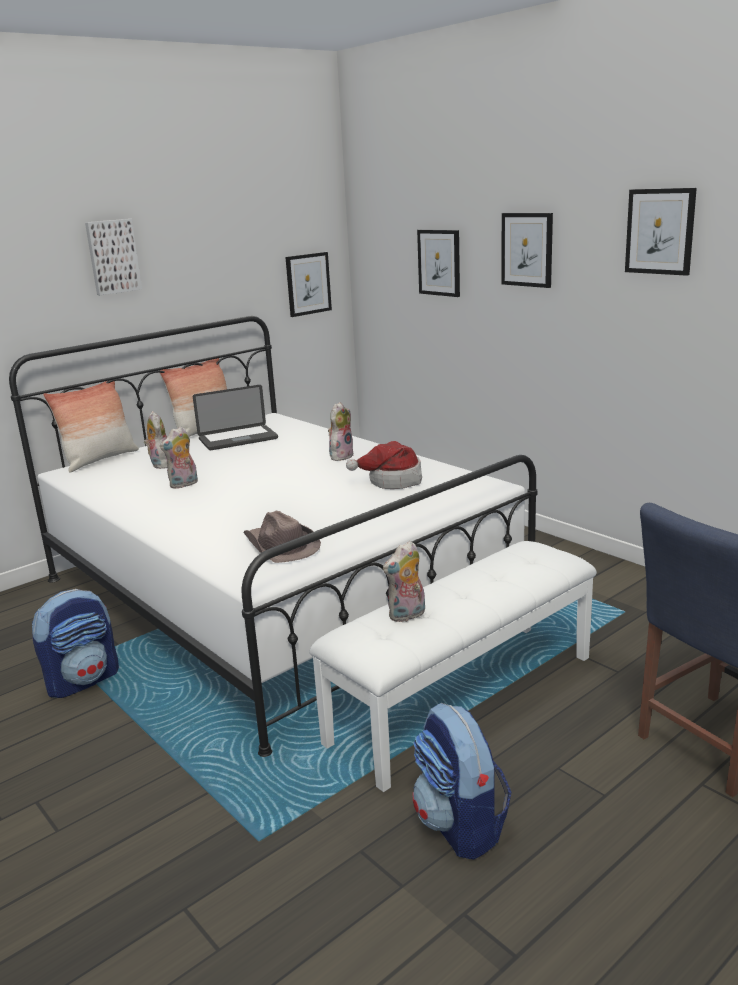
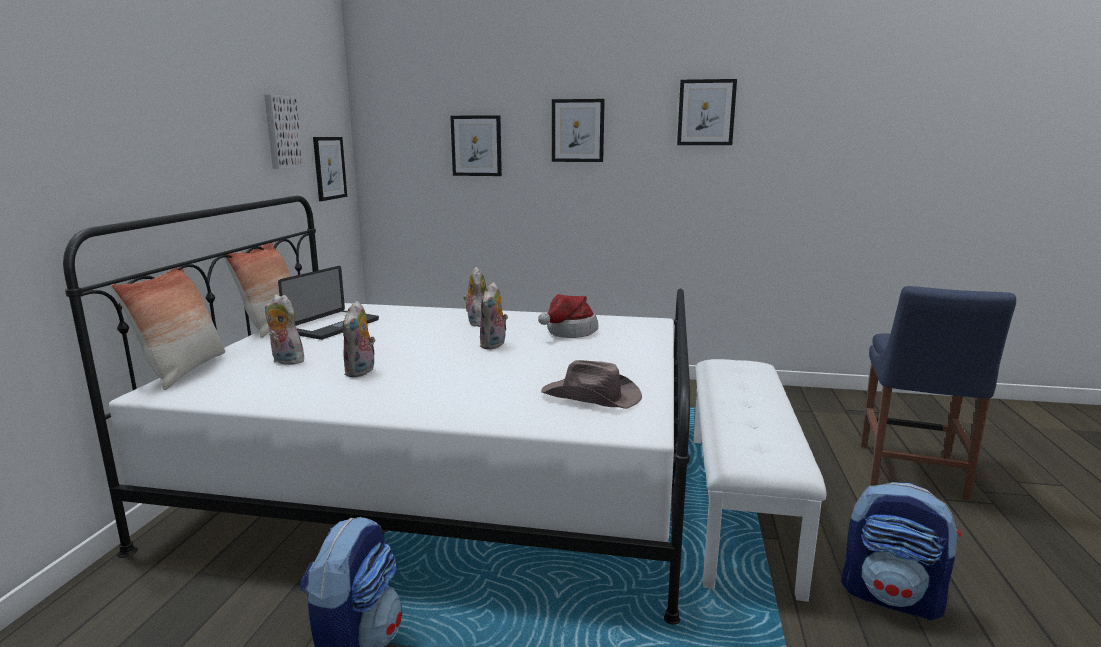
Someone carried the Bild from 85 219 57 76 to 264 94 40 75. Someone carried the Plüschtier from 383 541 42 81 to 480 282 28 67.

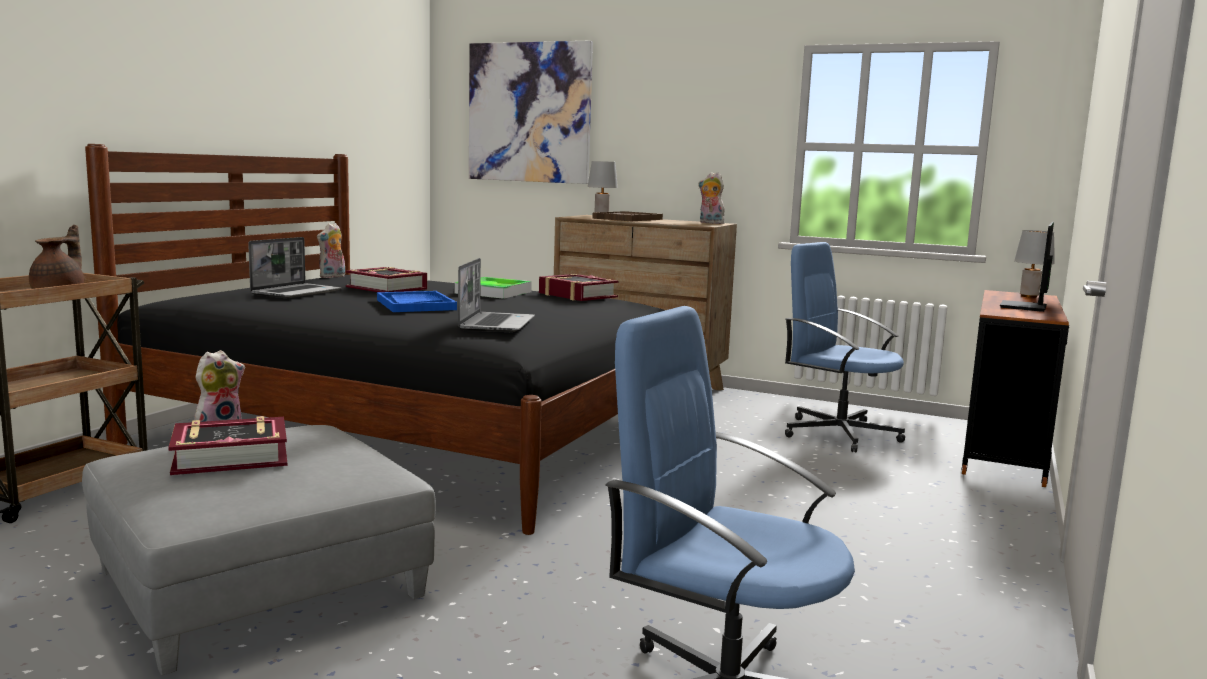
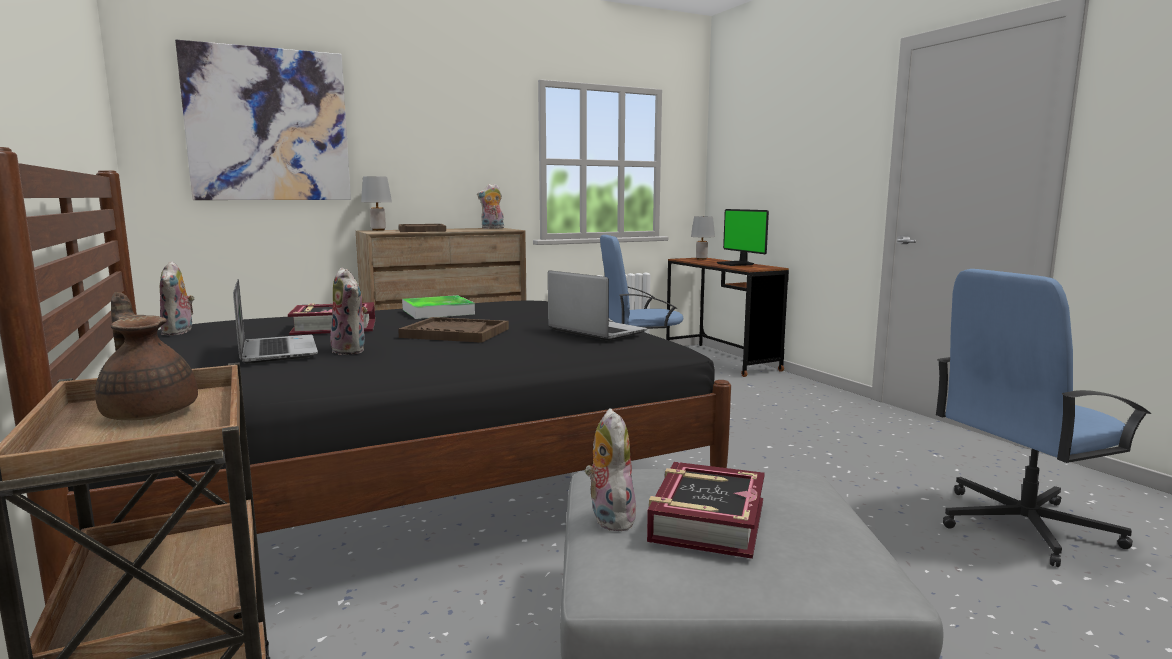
Someone repainted the Tablett (blau) at 377 291 80 21, which became the Tablett (braun) at 398 317 111 26. Someone took away the Buch at 539 274 79 27. Someone put down the Plüschtier at 330 268 37 87.

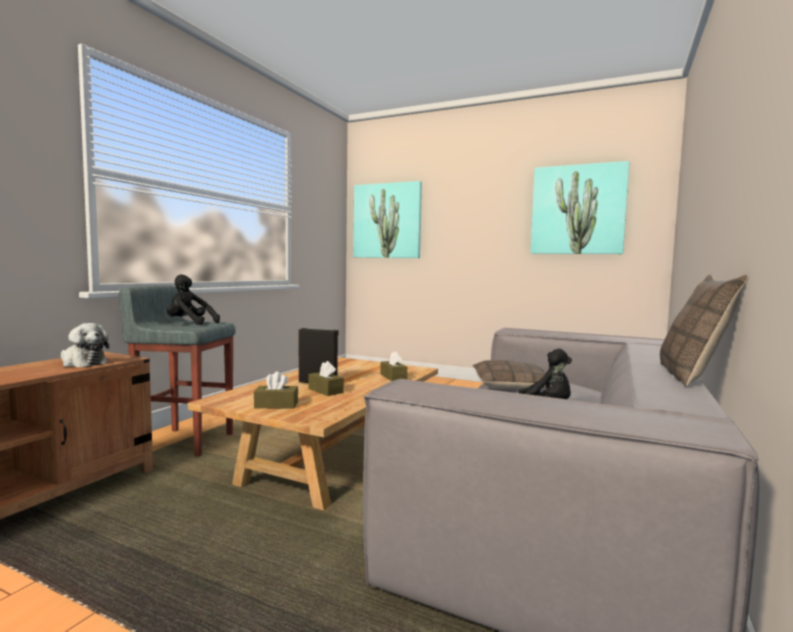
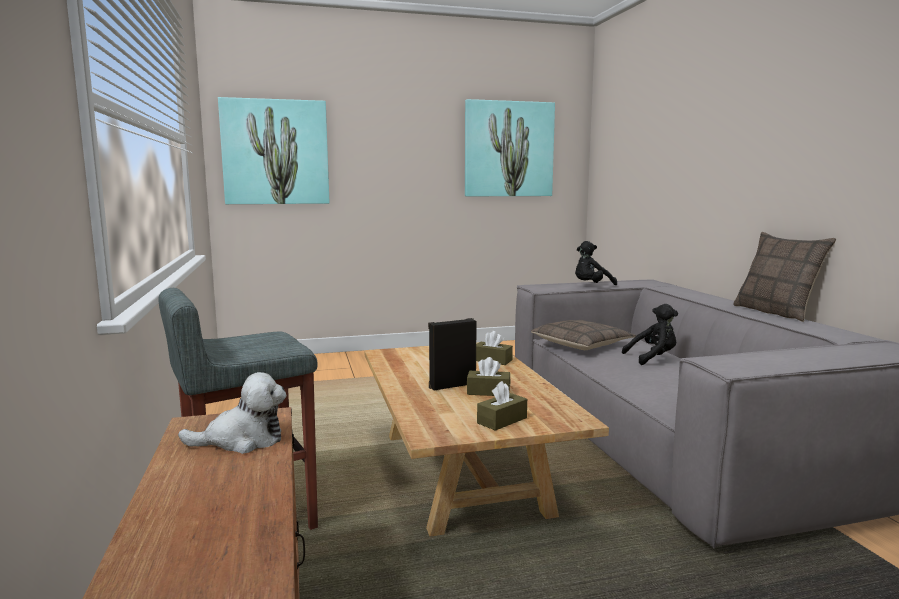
Someone carried the Plüschtier (schwarz) from 167 274 53 51 to 575 241 42 44.

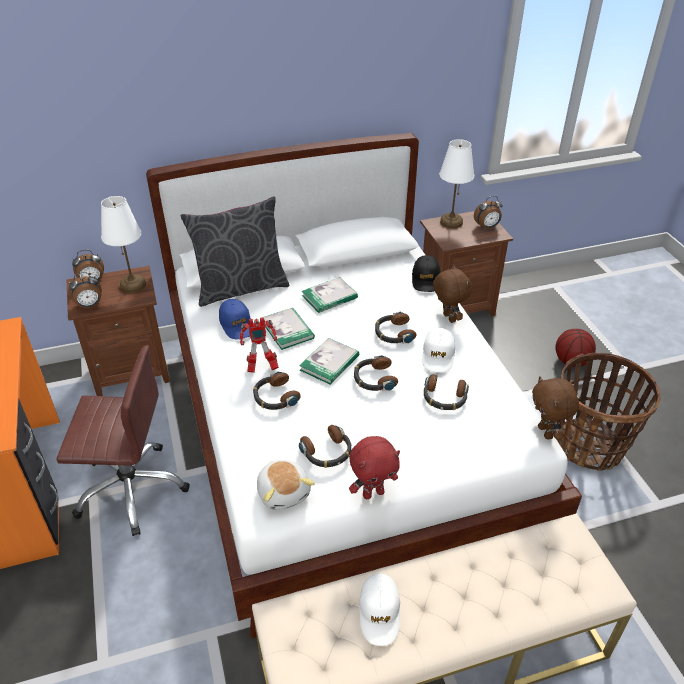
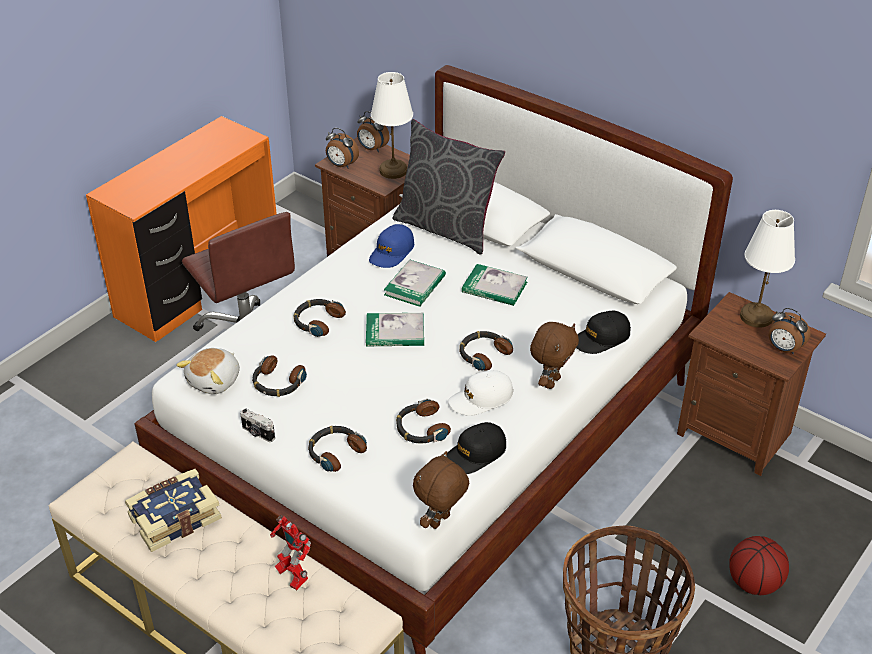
Someone carried the Spielzeugroboter from 240 317 39 56 to 270 515 41 75. Someone swapped the Plüschtier (rot) at 349 436 51 63 for the Kamera at 240 408 35 34. Someone carried the Kopfhörer from 354 355 44 36 to 308 426 59 46. Someone swapped the Kappe (weiß) at 359 573 41 73 for the Buch at 125 469 97 83. Someone put down the Kappe (schwarz) at 447 422 59 52.

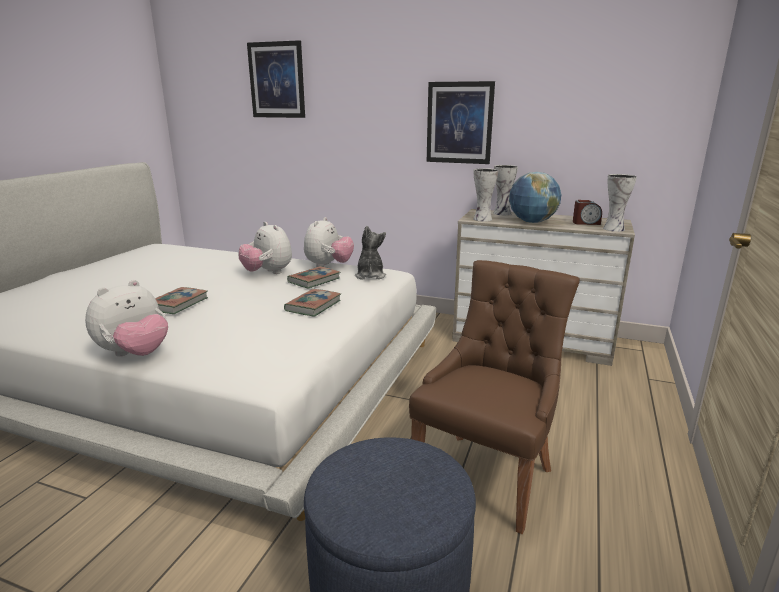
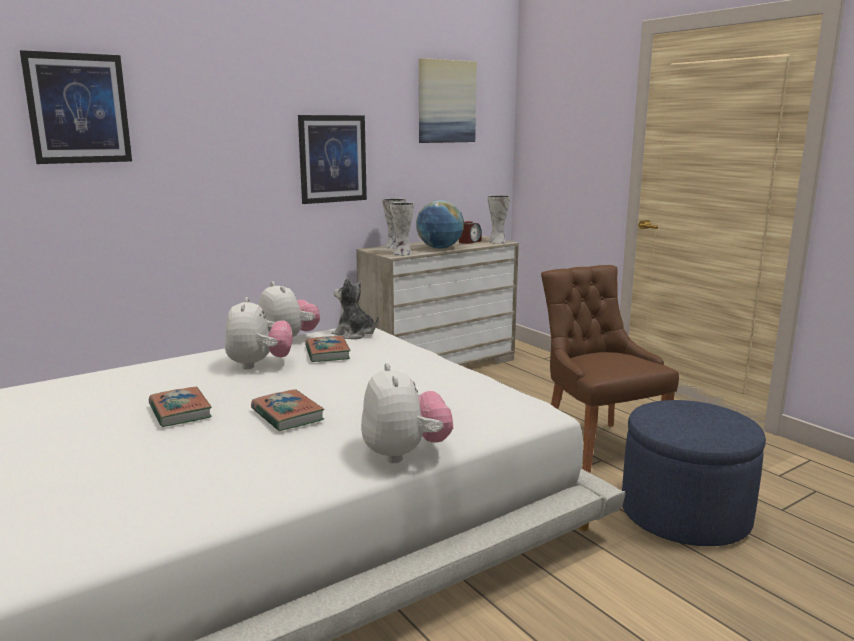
Someone rotated the Plüschtier at 239 222 53 52 by 90 degrees counterclockwise. Someone carried the Buch from 284 289 57 28 to 149 387 63 40. Someone put up the Bild at 419 58 58 85.

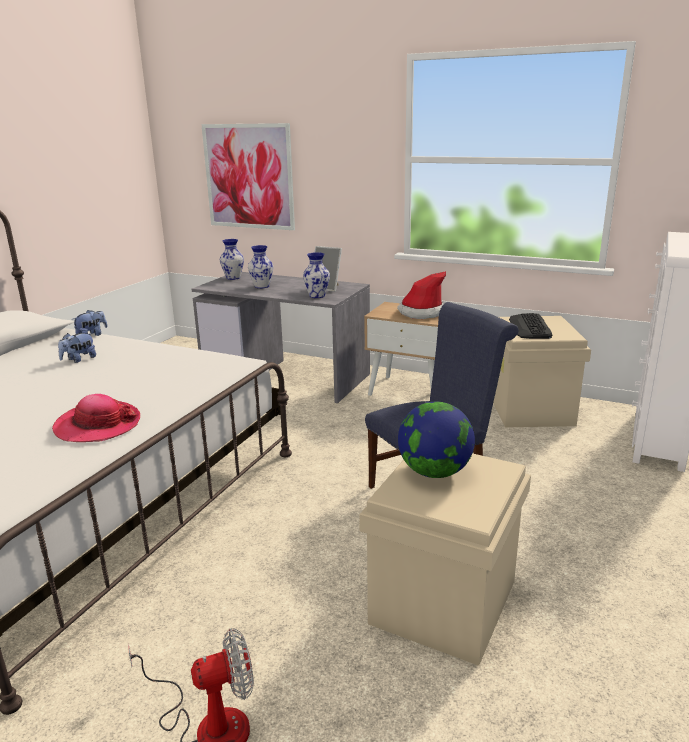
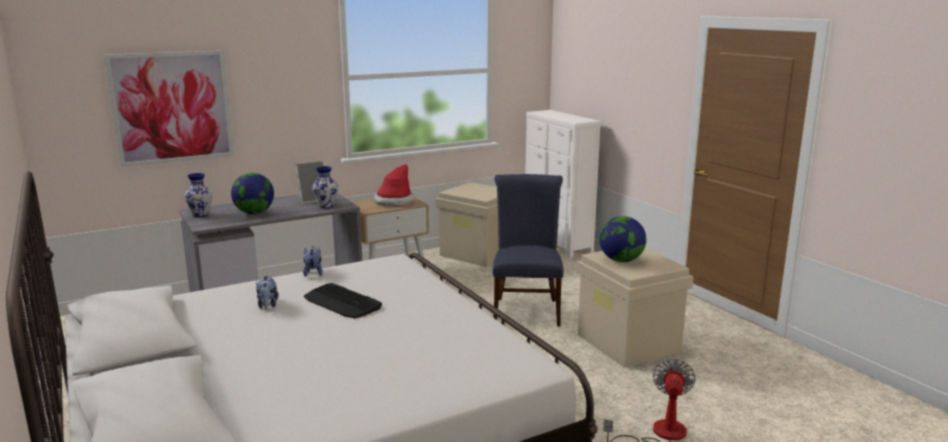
Someone took away the Hut at 52 394 88 48. Someone carried the Plüschtier from 72 310 36 26 to 303 246 20 31. Someone swapped the Vase at 248 245 25 44 for the Globus at 231 173 43 41. Someone carried the Tastatur from 509 313 44 26 to 304 283 78 35.

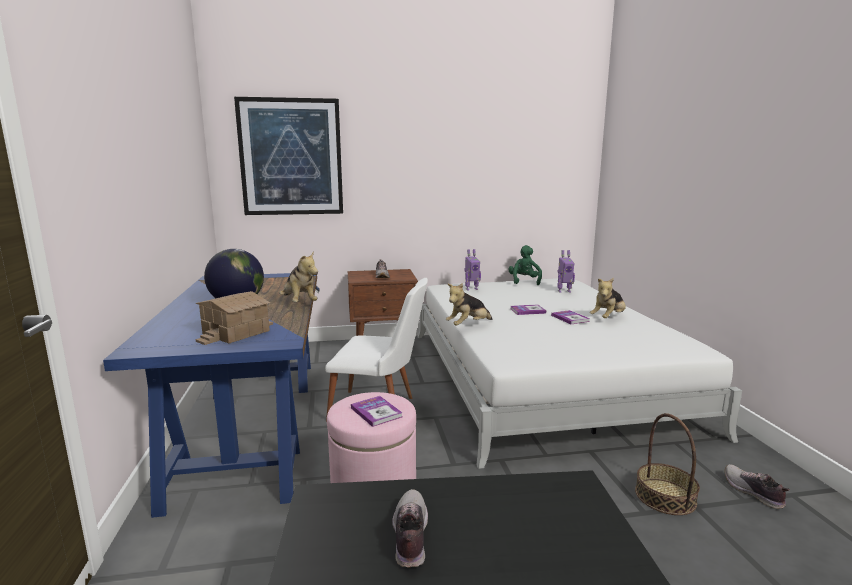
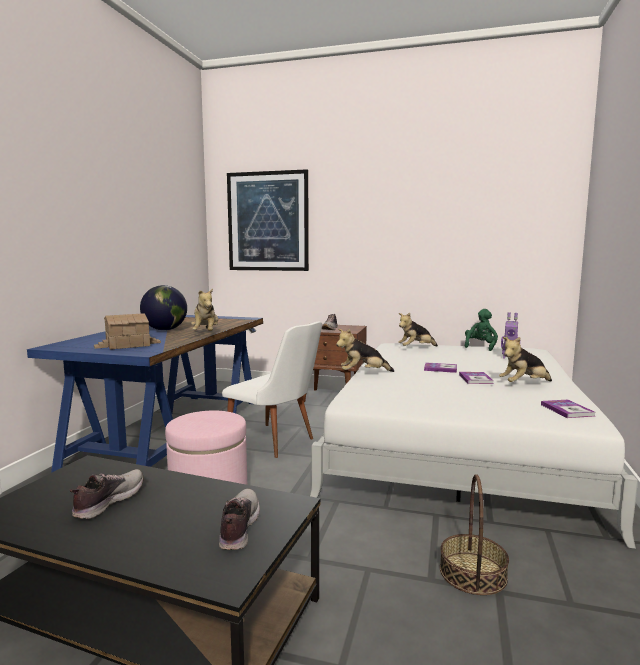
Someone carried the Buch from 351 396 52 31 to 541 400 54 18. Someone swapped the Spielzeugroboter at 464 249 17 42 for the Plüschtier at 398 313 40 33. Someone carried the Schuh from 725 464 65 45 to 219 489 41 61.

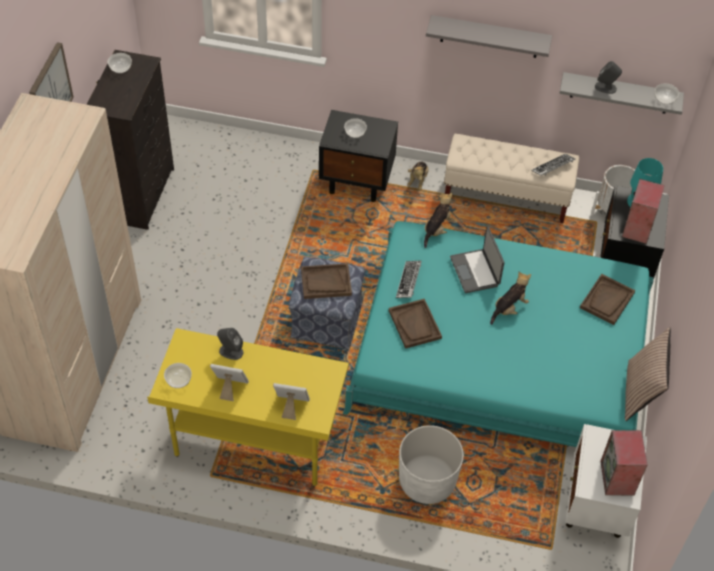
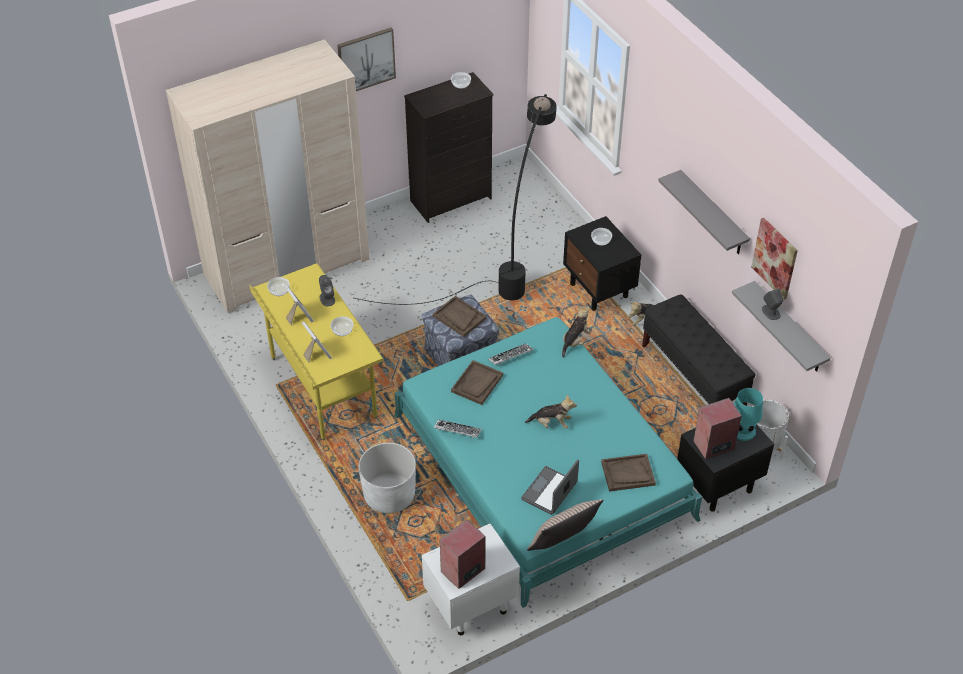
Someone rotated the Plüschtier at 424 192 30 56 by 45 degrees counterclockwise. Someone repainted the Bank (beige) at 444 134 135 89, which became the Bank (schwarz) at 642 295 114 111. Someone carried the Laptop from 450 227 54 66 to 521 459 58 56. Someone carried the Tastatur from 531 153 44 23 to 434 420 47 18. Someone carried the Schüssel from 655 84 24 20 to 330 316 24 20. Someone put down the Stehlampe (schwarz) at 354 94 203 211. Someone put up the Bild at 751 218 47 82.

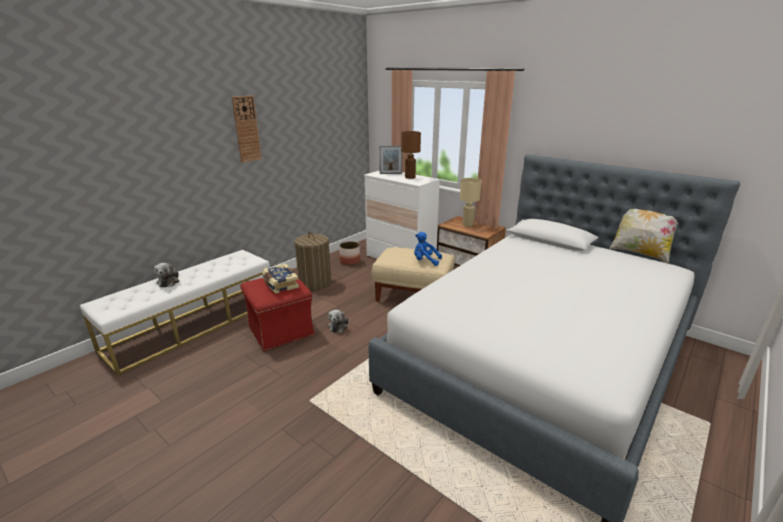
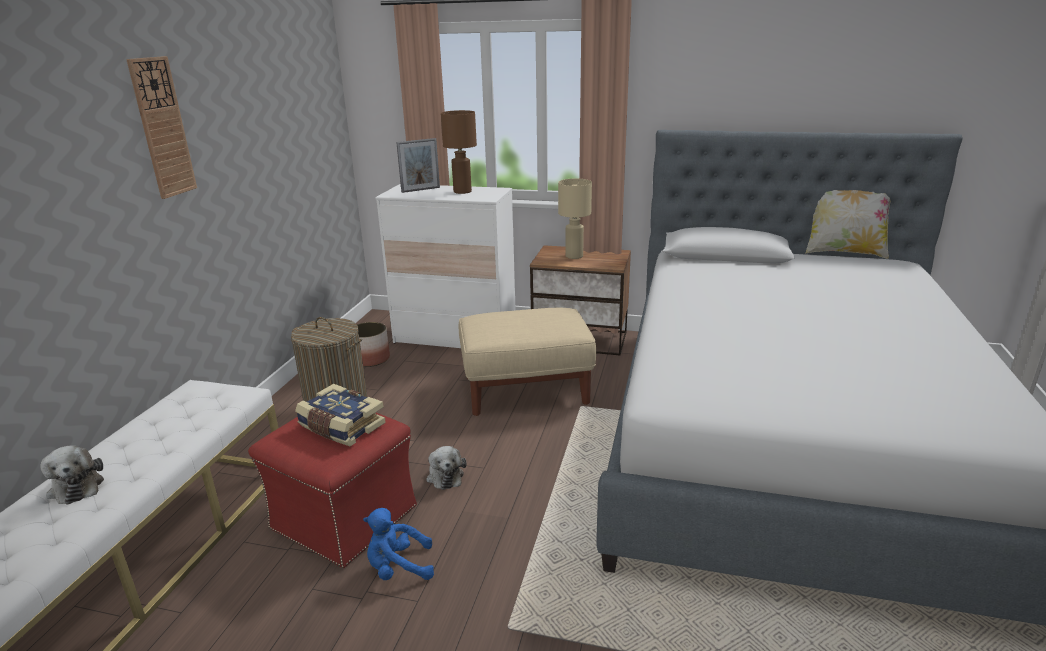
Someone carried the Plüschtier (blau) from 414 232 28 34 to 363 508 71 72.

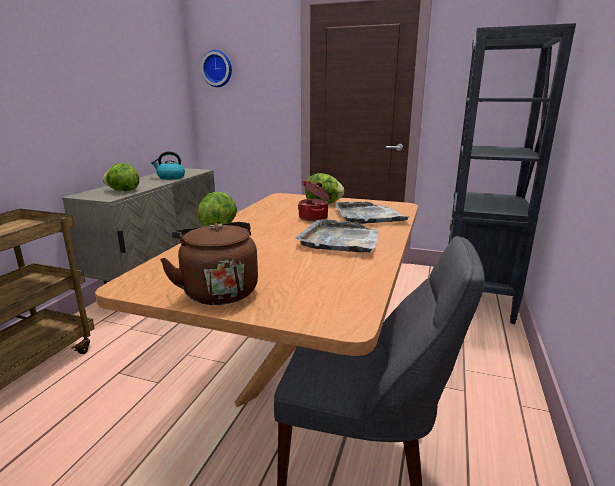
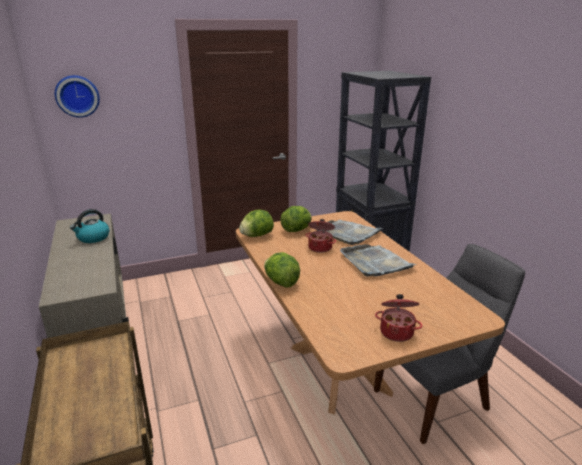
Someone carried the Salatkopf from 103 163 37 28 to 239 209 35 28. Someone swapped the Wasserkessel (braun) at 160 222 98 83 for the Kochtopf at 375 294 47 48.

